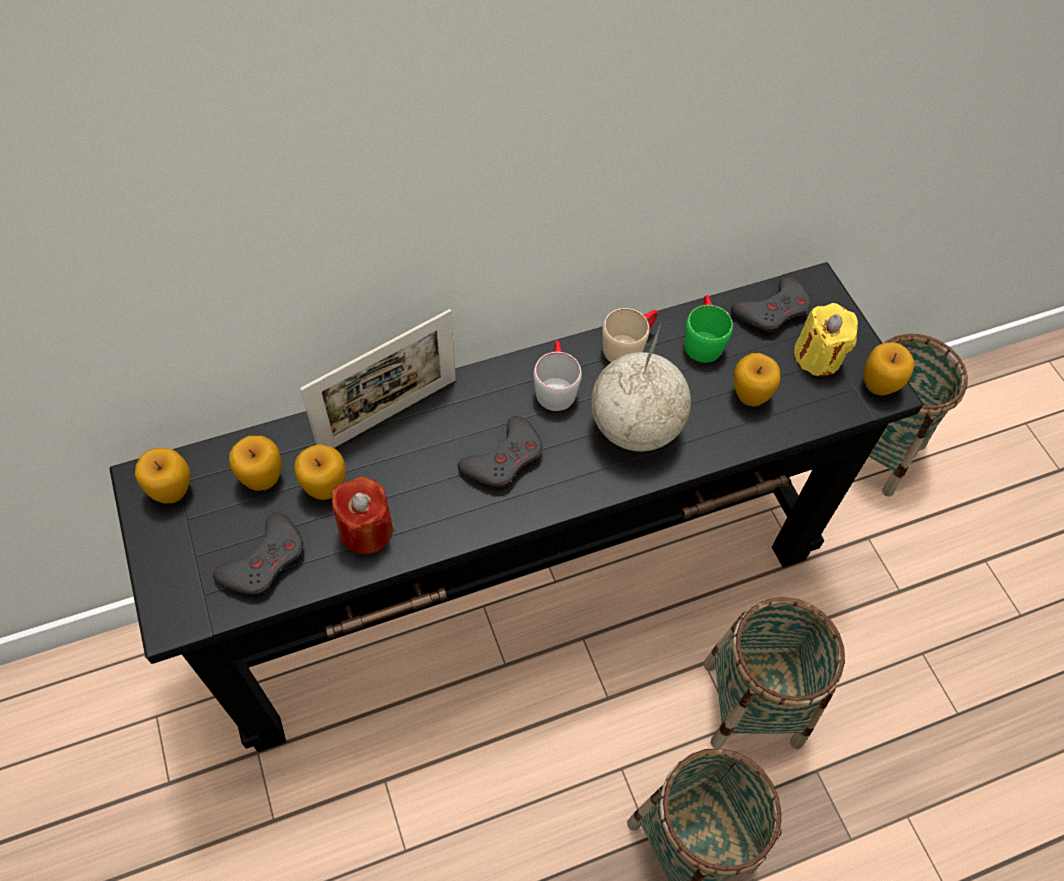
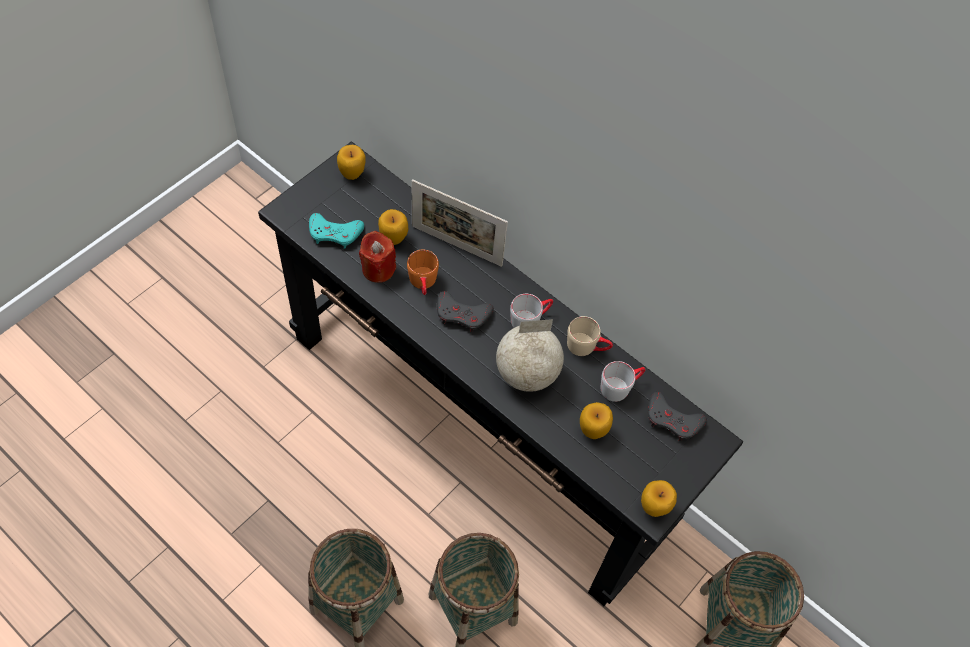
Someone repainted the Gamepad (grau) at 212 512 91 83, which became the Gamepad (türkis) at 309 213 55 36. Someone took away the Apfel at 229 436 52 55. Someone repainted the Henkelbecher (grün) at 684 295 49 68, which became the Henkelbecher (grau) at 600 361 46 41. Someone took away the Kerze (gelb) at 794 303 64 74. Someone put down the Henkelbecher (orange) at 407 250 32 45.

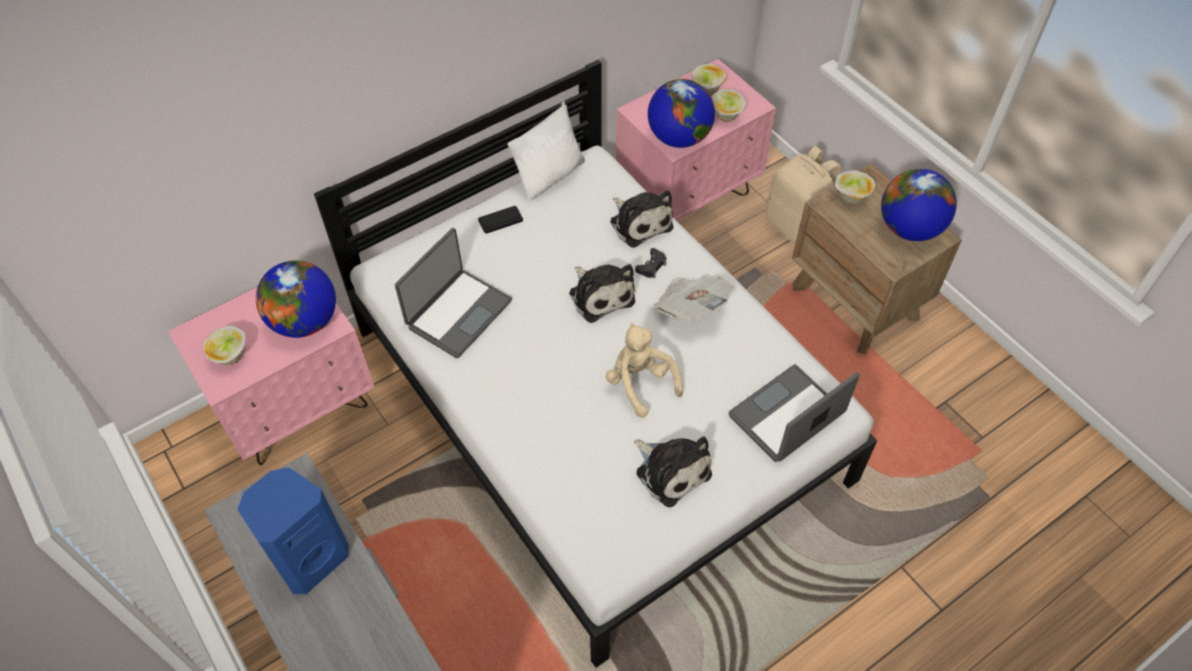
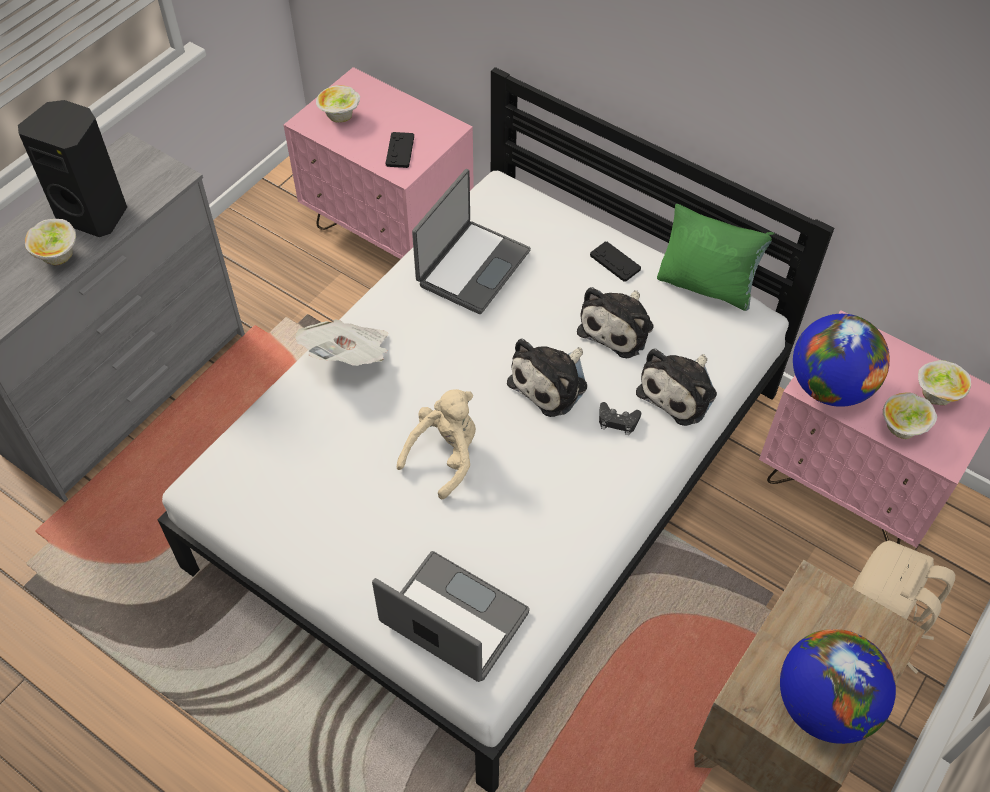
Someone repainted the Lautsprecher (blau) at 237 467 112 127, which became the Lautsprecher (schwarz) at 18 100 109 137. Someone swapped the Globus at 256 261 80 77 for the Gamepad (schwarz) at 386 132 28 36. Someone rotated the Laptop at 395 228 117 130 by 75 degrees counterclockwise. Someone repainted the Kissen (weiß) at 508 101 77 100, which became the Kissen (grün) at 657 204 118 107. Someone carried the Plüschtier from 634 436 78 71 to 577 287 77 71. Someone carried the Zeitung from 653 277 81 44 to 295 319 93 47. Someone carried the Schüssel from 835 170 40 34 to 25 219 51 47.

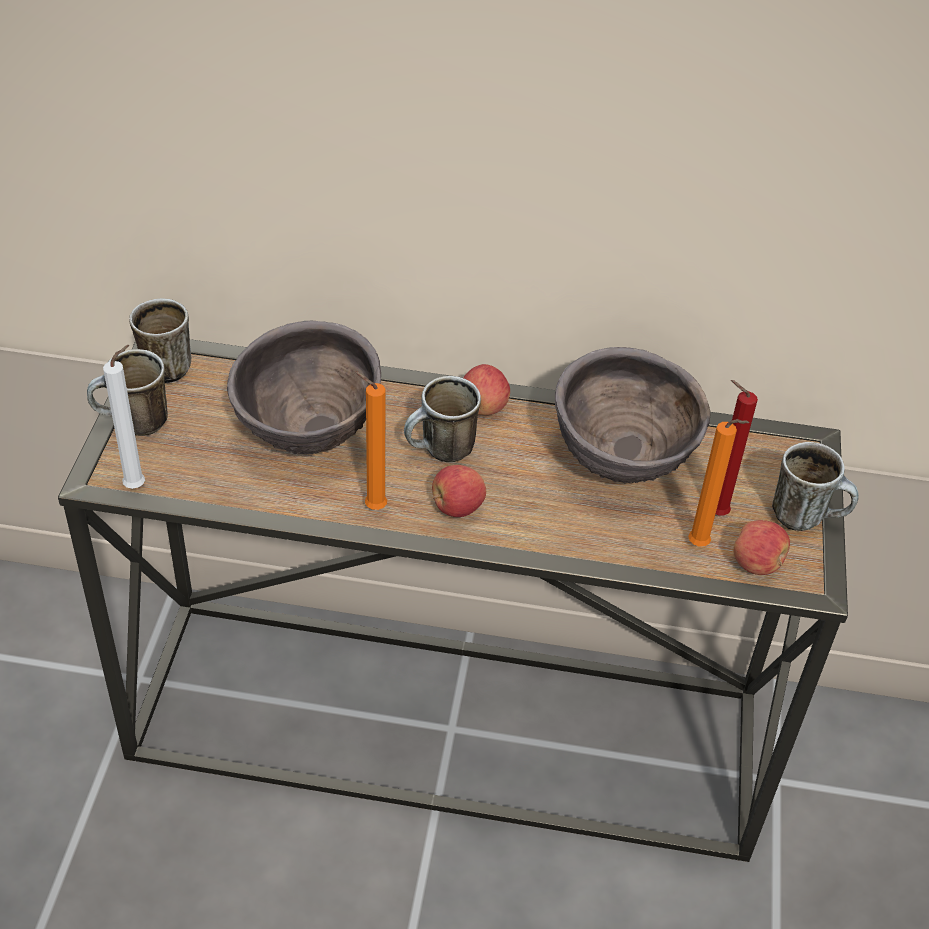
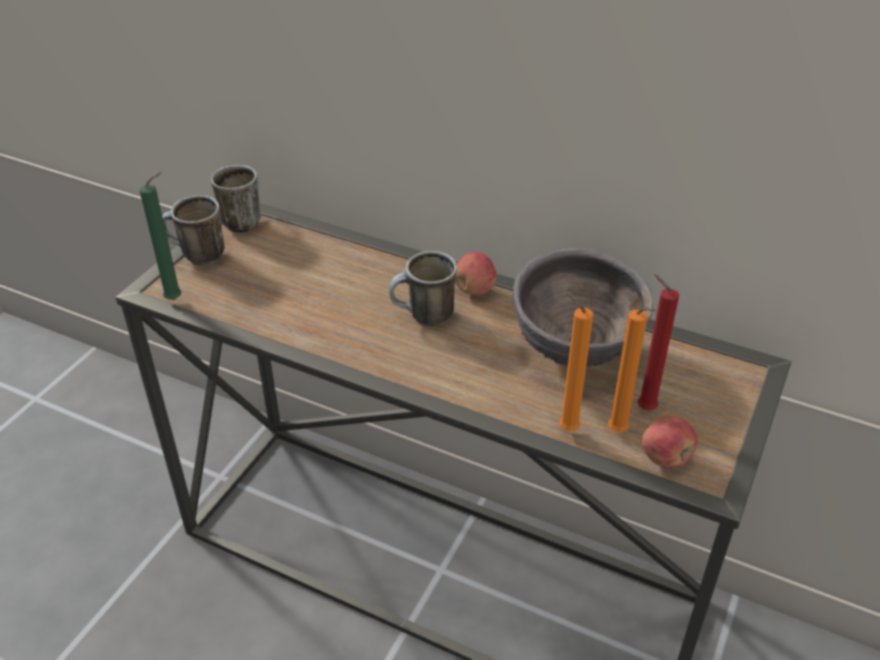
Someone repainted the Kerze (weiß) at 103 345 42 144, which became the Kerze (grün) at 139 172 43 128. Someone took away the Schüssel (braun) at 227 321 154 133. Someone carried the Kerze (orange) from 355 371 32 139 to 559 292 35 139. Someone took away the Apfel at 432 465 54 52. Someone took away the Henkelbecher at 772 442 87 89.

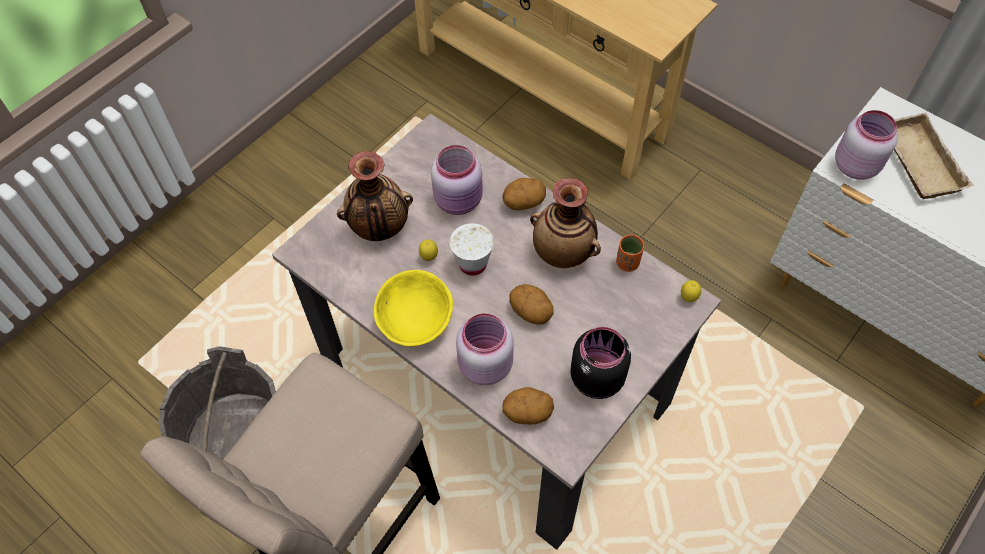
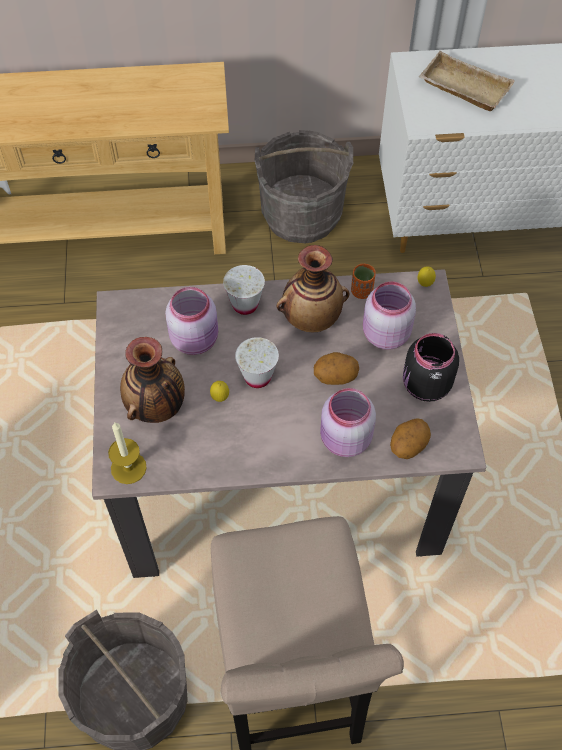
Someone took away the Schüssel (gelb) at 374 270 79 77. Someone swapped the Kartoffel at 502 178 44 33 for the Tasse (weiß) at 223 265 42 50. Someone carried the Vorratsglas (rosa) from 835 110 63 70 to 363 282 53 68. Someone put down the Kerze at 108 422 39 62. Someone put down the Eimer (grau) at 254 130 99 113.

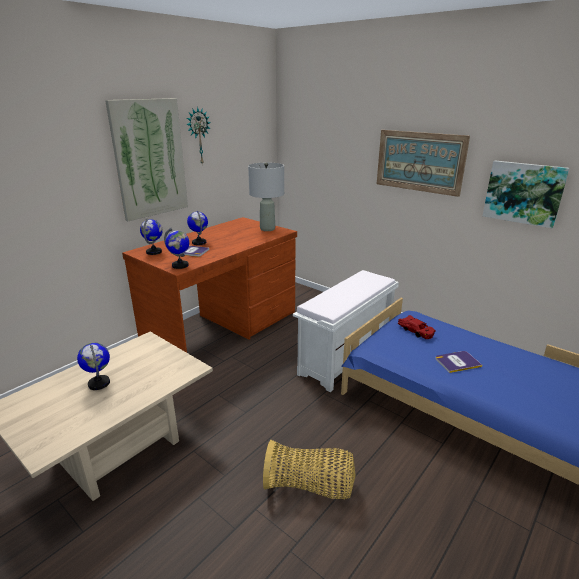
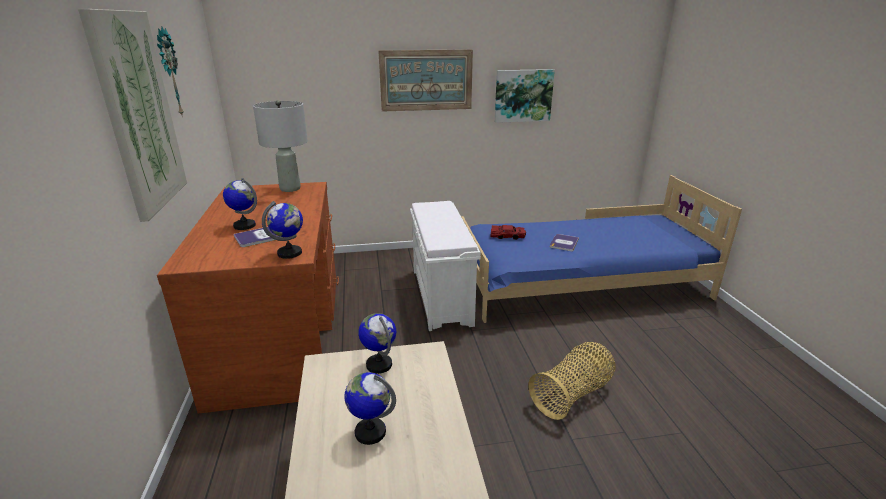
Someone carried the Globus from 140 218 23 37 to 359 313 37 61.

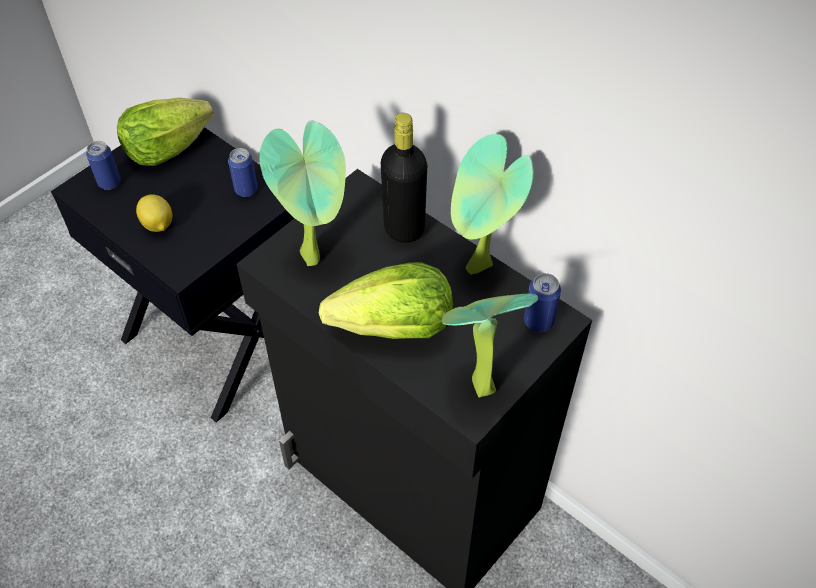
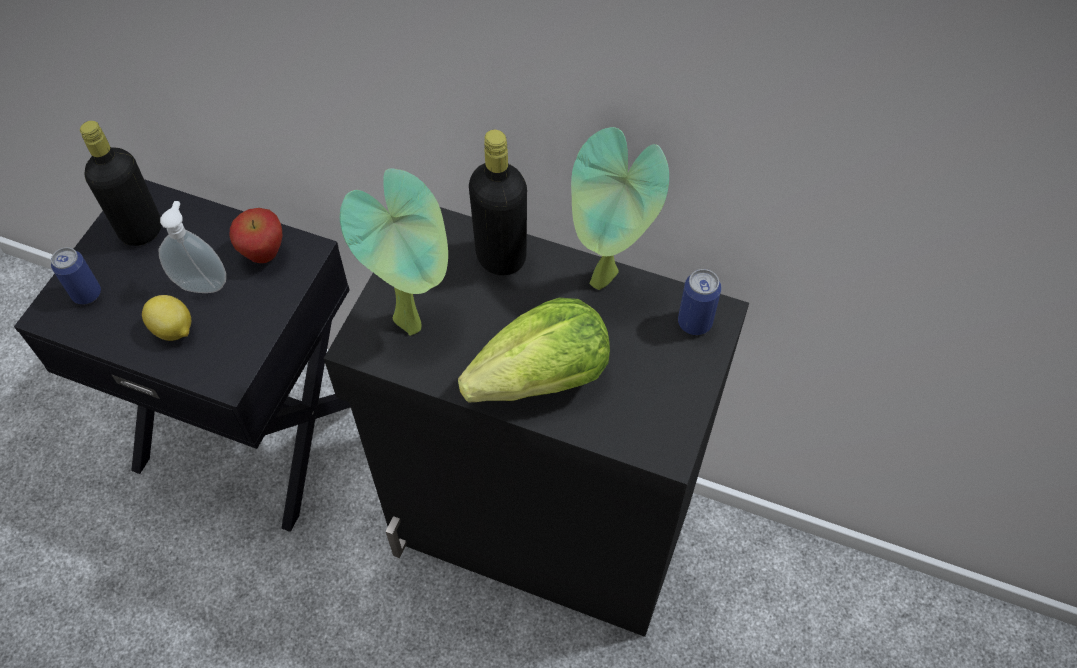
Someone swapped the Salatkopf at 117 97 97 69 for the Flasche (schwarz) at 80 121 82 125. Someone swapped the Dose at 228 148 30 49 for the Apfel at 230 208 53 55. Someone took away the Topfpflanze at 442 294 96 104. Someone put down the Seifenspender at 158 201 68 92.

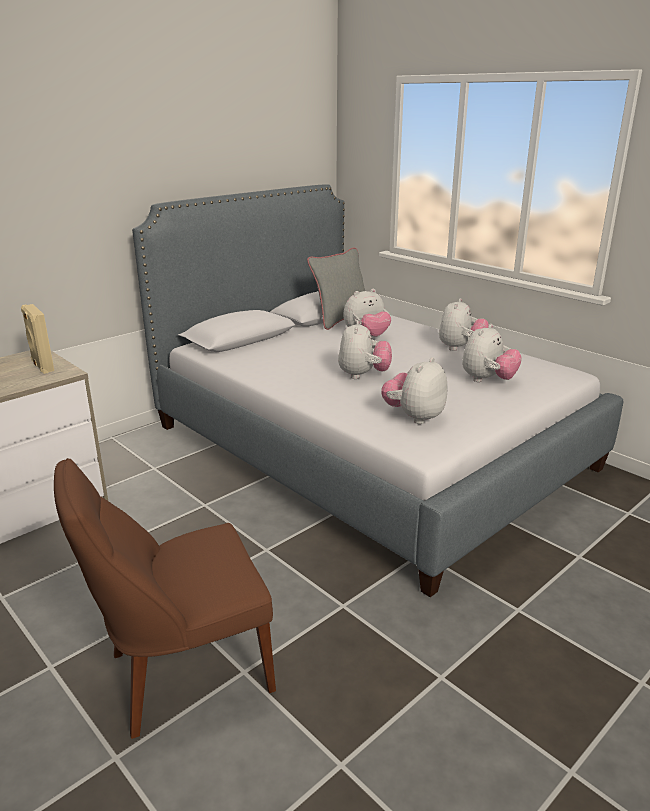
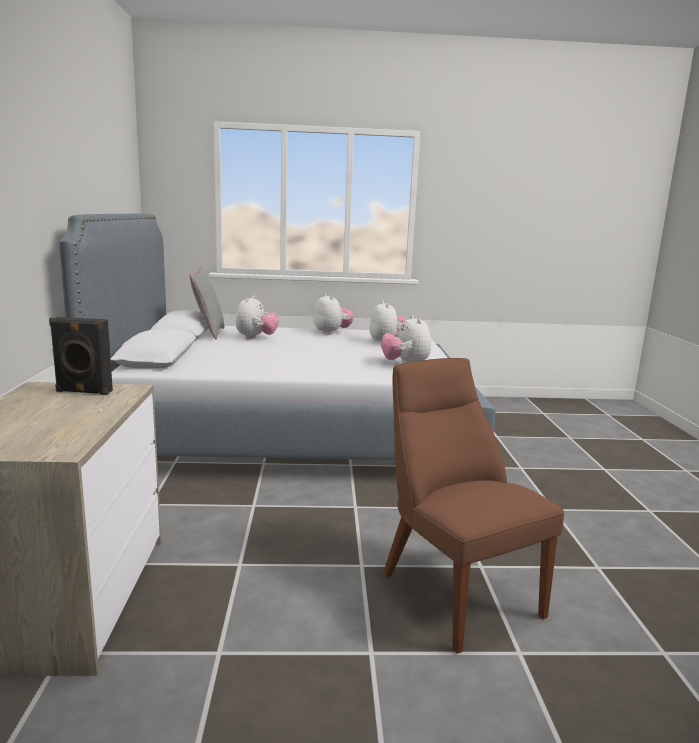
Someone repainted the Lautsprecher (beige) at 21 304 33 70, which became the Lautsprecher (schwarz) at 49 317 64 78. Someone rotated the Stuhl (braun) at 54 458 222 281 by 135 degrees clockwise. Someone took away the Plüschtier at 338 320 54 59.

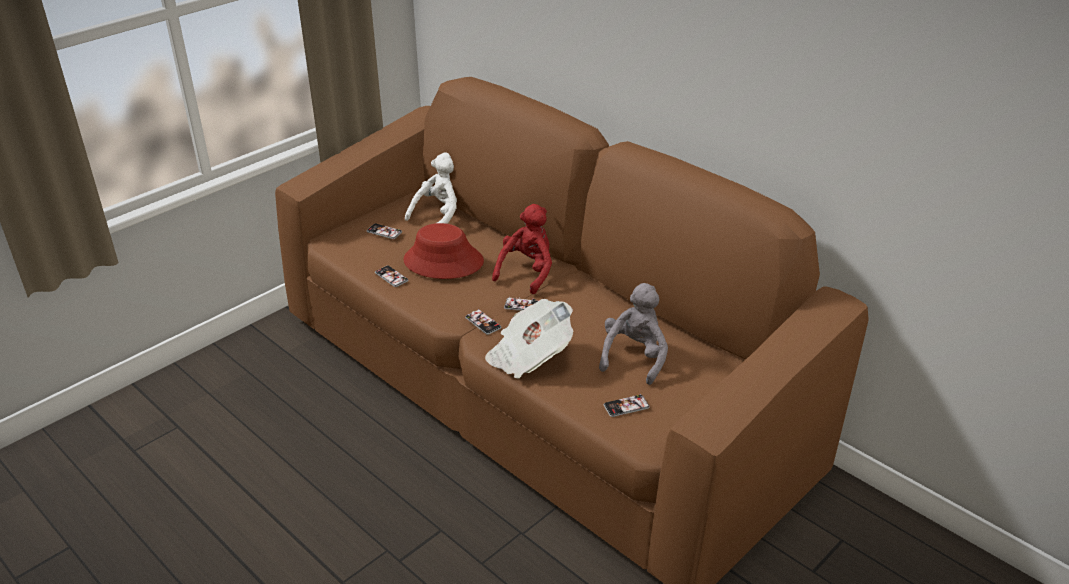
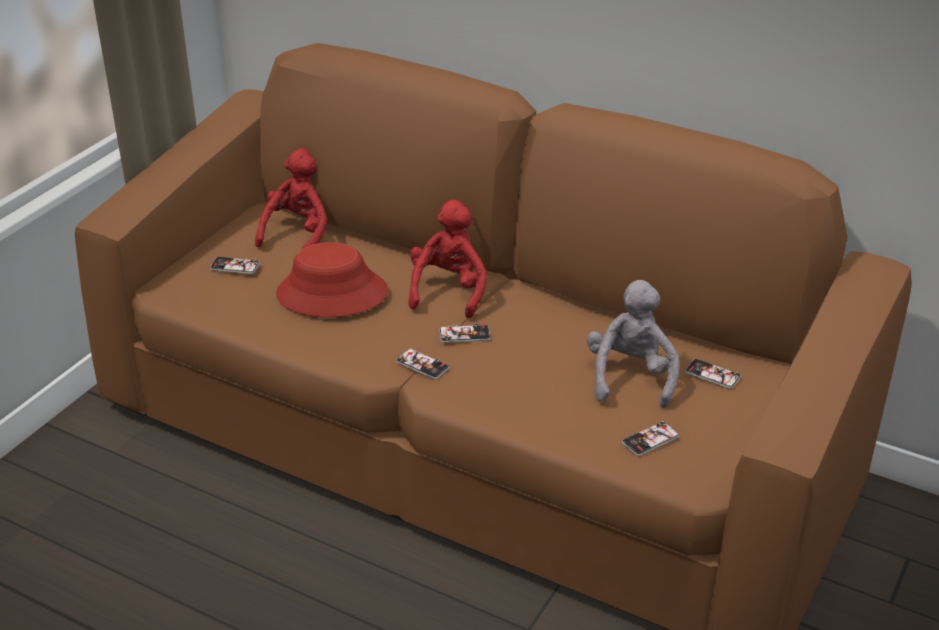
Someone carried the Handy from 375 266 34 21 to 685 359 56 30. Someone repainted the Plüschtier (weiß) at 405 152 52 72, which became the Plüschtier (rot) at 255 148 73 101. Someone took away the Zeitung at 485 299 89 80.

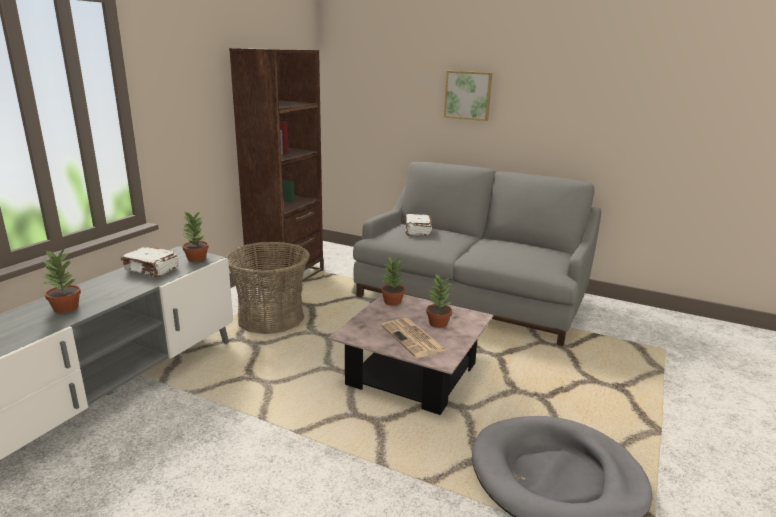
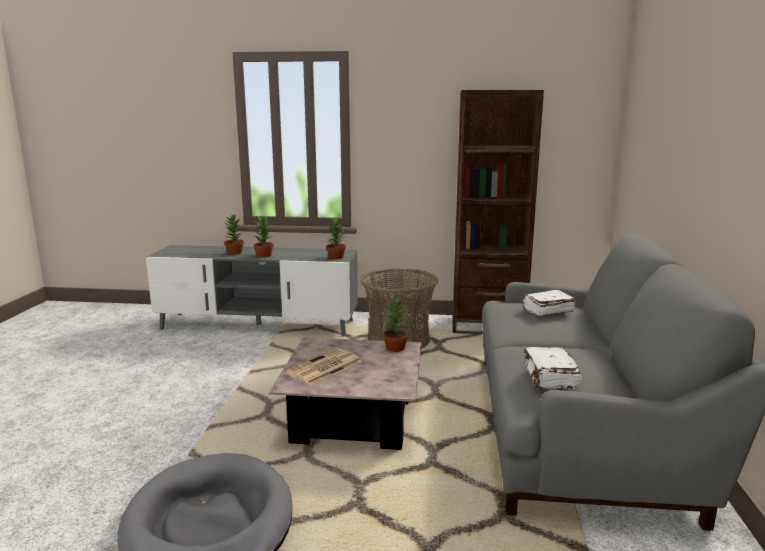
Someone carried the Buch (weiß) from 121 247 57 30 to 524 347 57 42. Someone carried the Topfpflanze from 426 274 27 54 to 253 215 21 43. Someone took away the Bild at 444 71 48 50.

